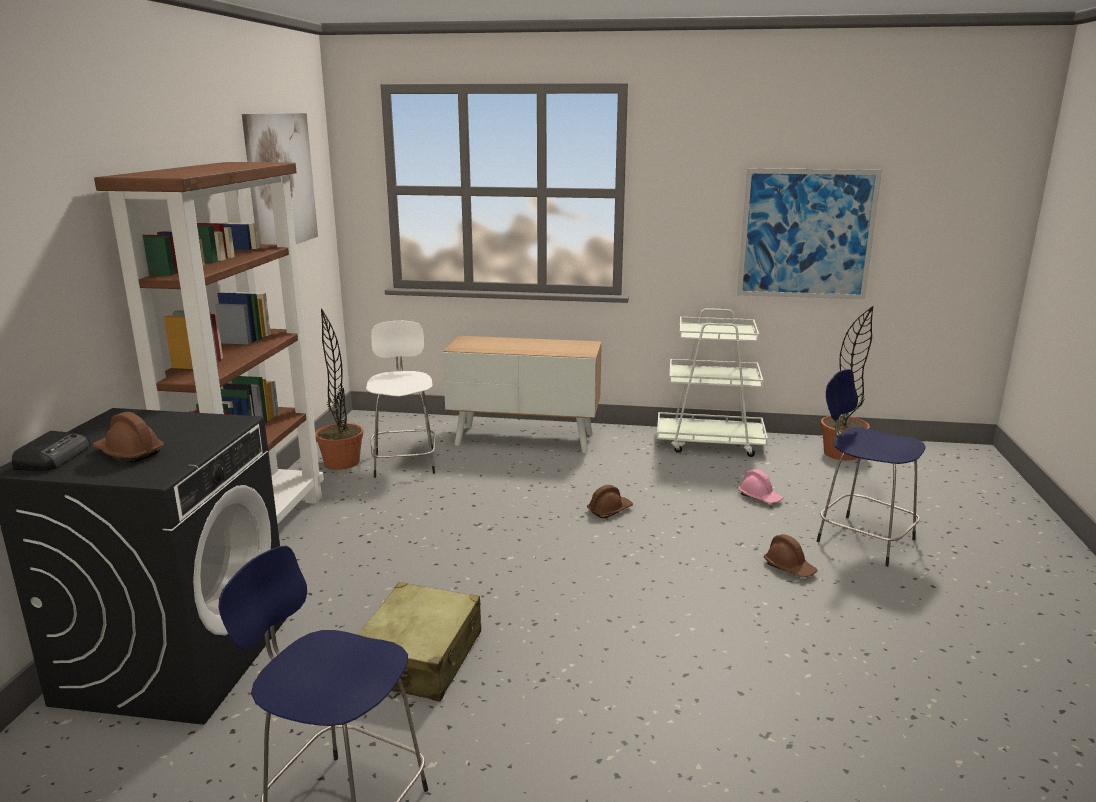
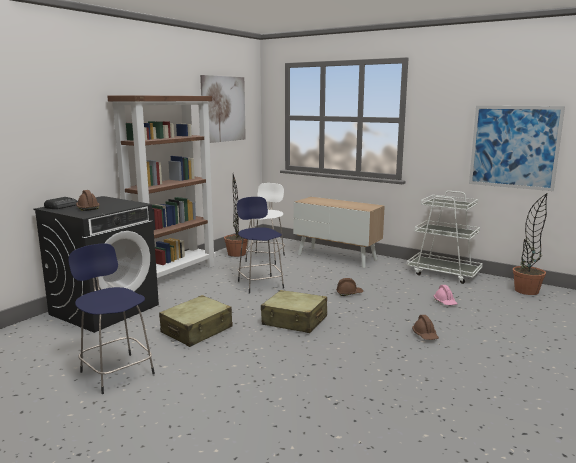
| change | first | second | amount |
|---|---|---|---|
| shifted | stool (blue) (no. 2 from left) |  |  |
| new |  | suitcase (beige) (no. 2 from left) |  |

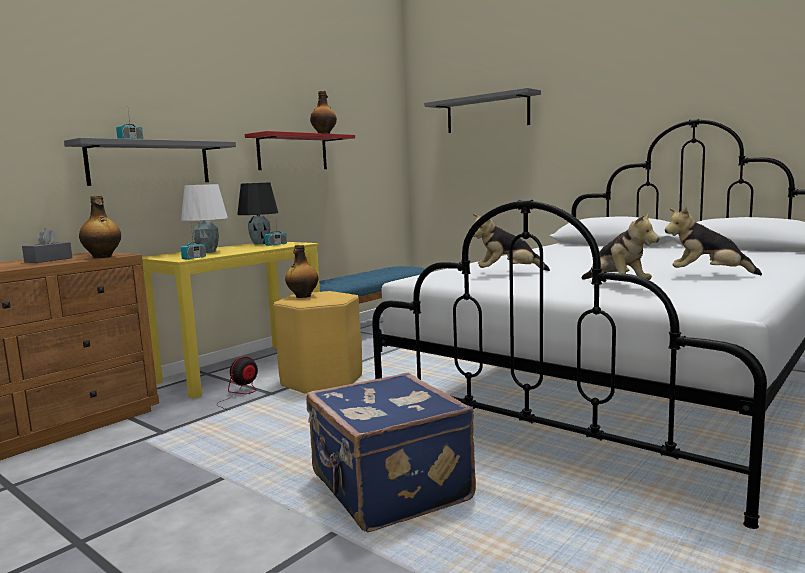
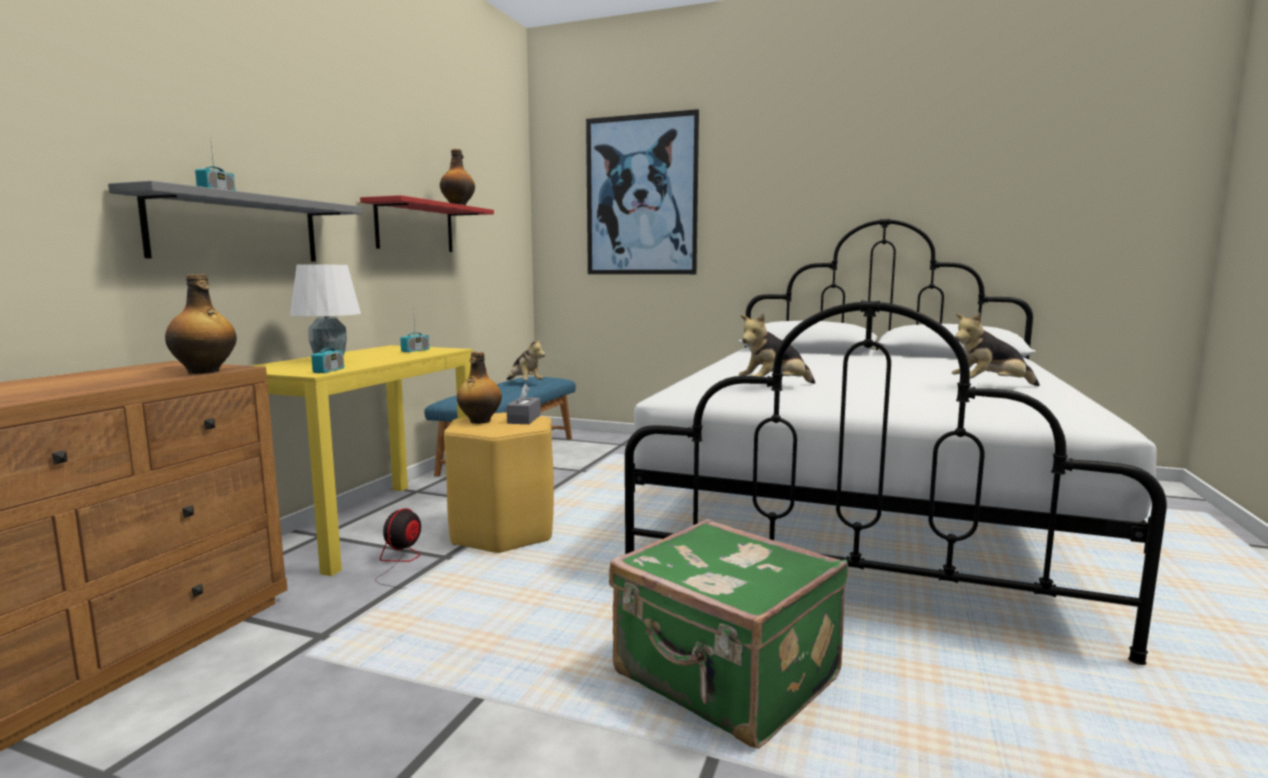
| change | first | second | amount |
|---|---|---|---|
| shifted | tissue box (grey) |  |  |
| gone | table lamp (black) |  |  |
| repainted | suitcase (blue) | suitcase (green) |  |
| swapped | shelf (grey) (no. 2 from left) | picture |  |
| shifted | plush toy (no. 2 from left in the first image) | plush toy (no. 1 from left) |  |

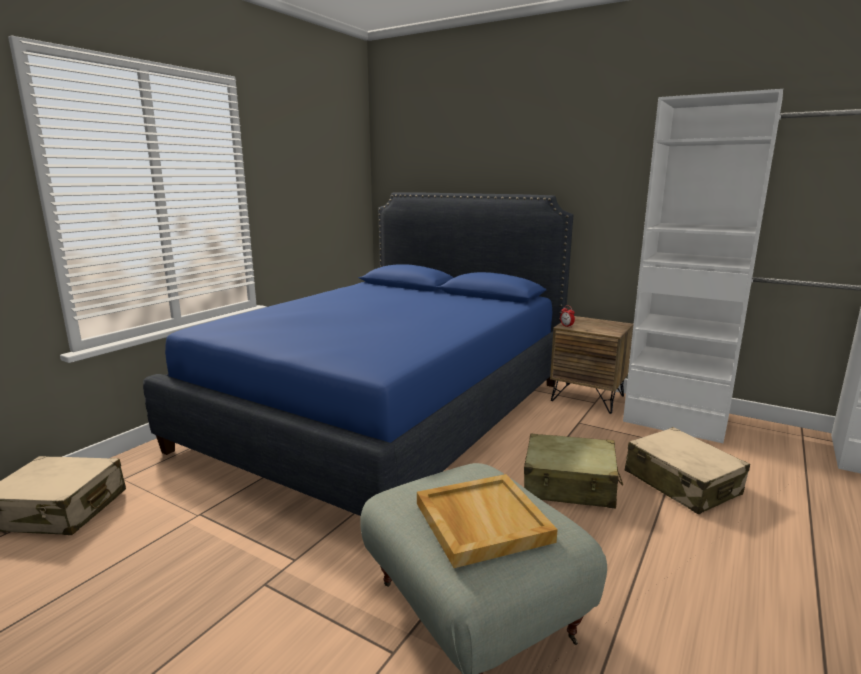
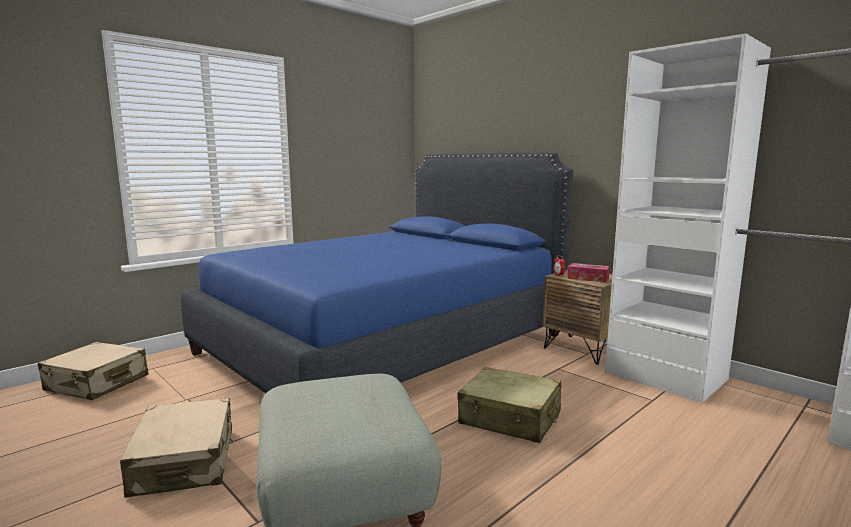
| change | first | second | amount |
|---|---|---|---|
| gone | tray (beige) |  |  |
| shifted | suitcase (beige) (no. 3 from left in the first image) | suitcase (beige) (no. 2 from left) |  |
| new |  | tissue box |  |

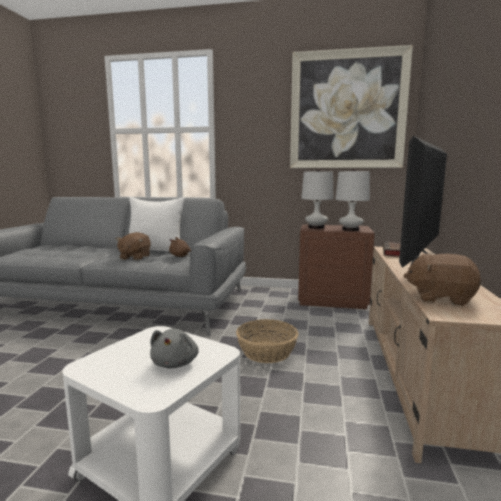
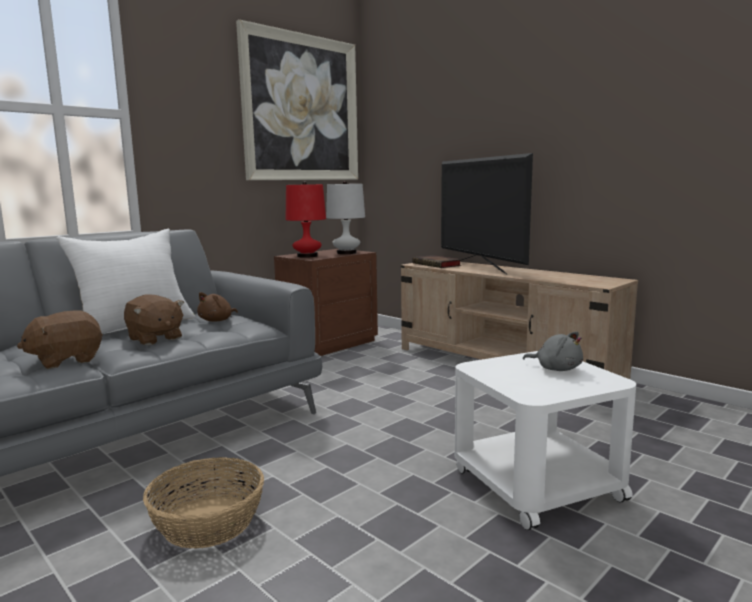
| change | first | second | amount |
|---|---|---|---|
| shifted | basket |  |  |
| repainted | table lamp (white) (no. 1 from left) | table lamp (red) |  |
| shifted | plush toy (brown) (no. 3 from left in the first image) | plush toy (brown) (no. 1 from left) |  |

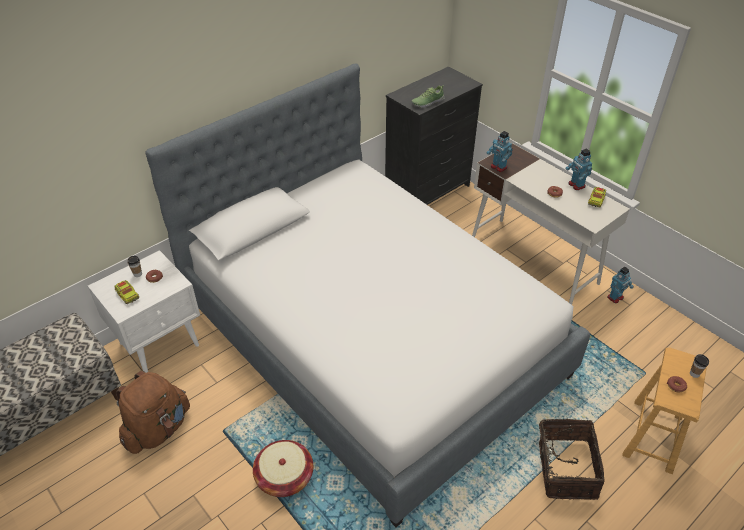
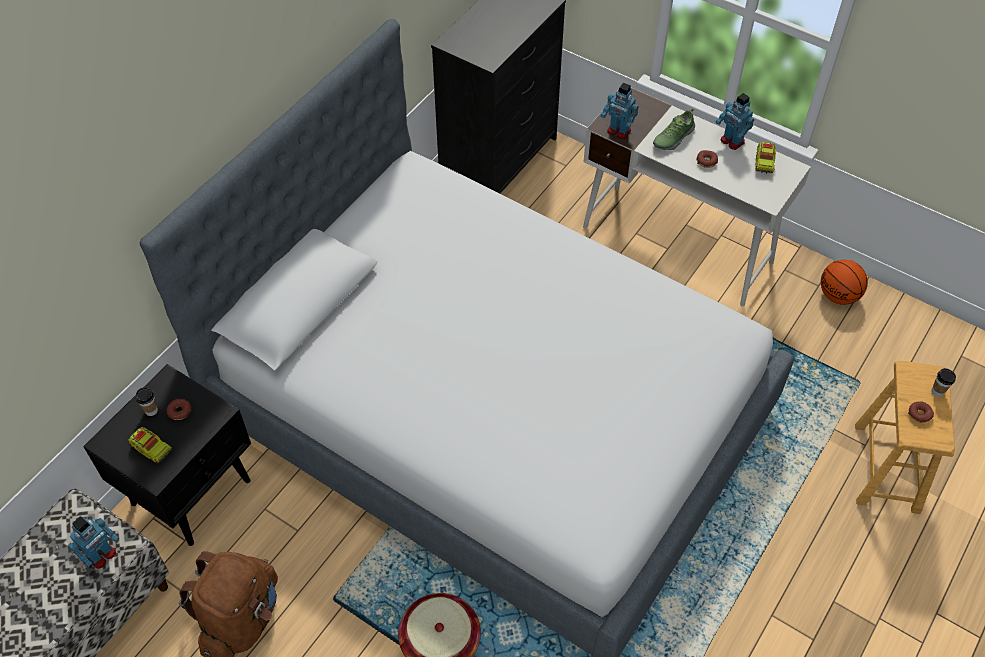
| change | first | second | amount |
|---|---|---|---|
| repainted | nightstand (white) | nightstand (black) |  |
| shifted | shoe |  |  |
| gone | basket (no. 2 from left) |  |  |
| shifted | toy robot (no. 3 from left in the first image) | toy robot (no. 1 from left) |  |
| new |  | basketball |  |

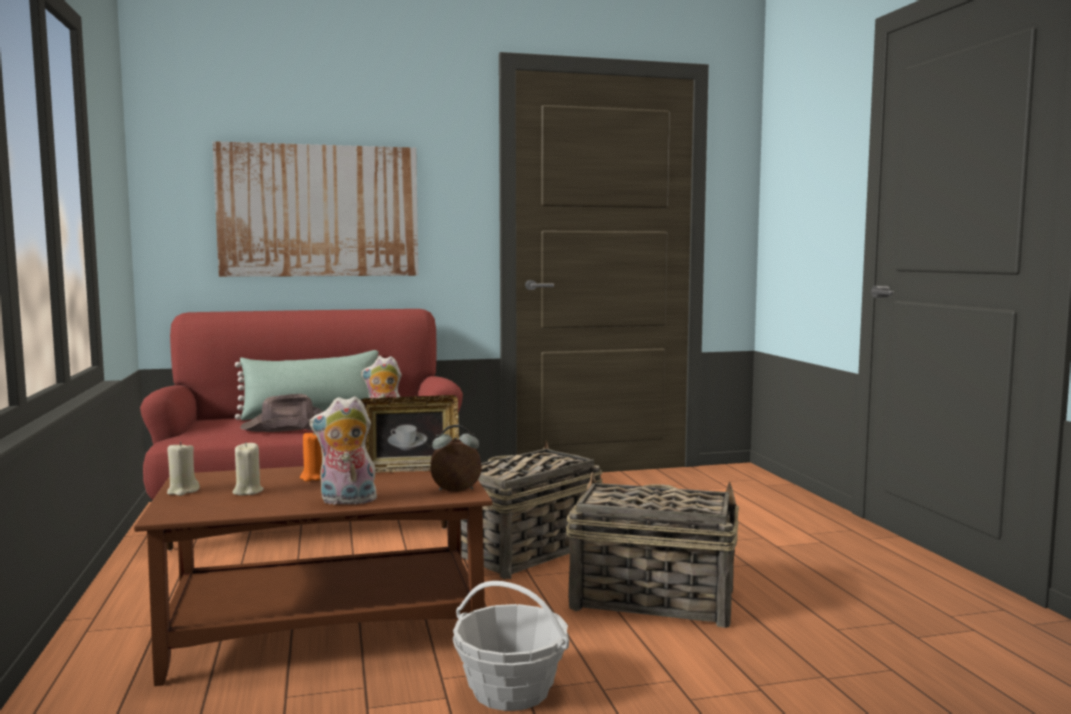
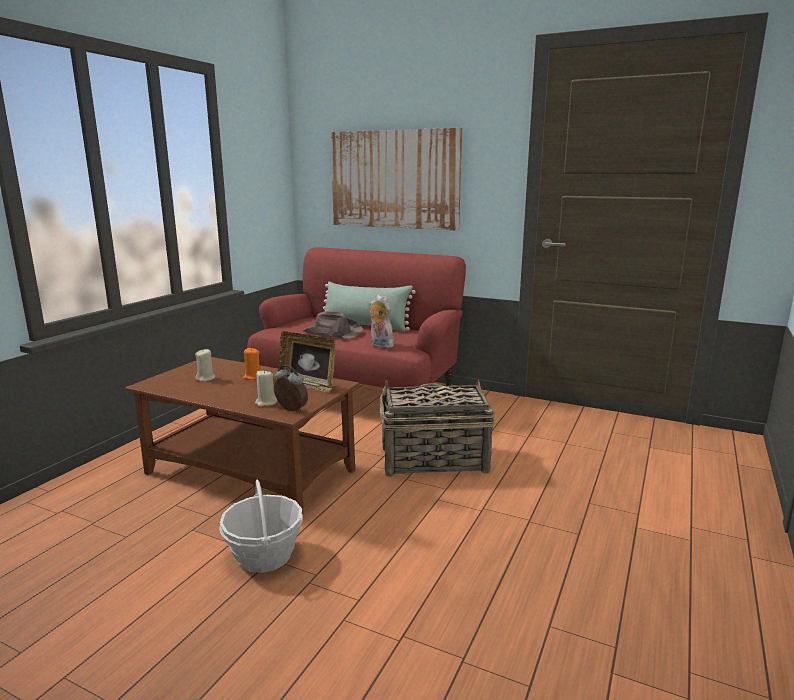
| change | first | second | amount |
|---|---|---|---|
| shifted | candle (beige) (no. 1 from left in the first image) | candle (beige) (no. 2 from left) |  |
| gone | plush toy (no. 1 from left) |  |  |
| gone | basket (no. 3 from left) |  |  |

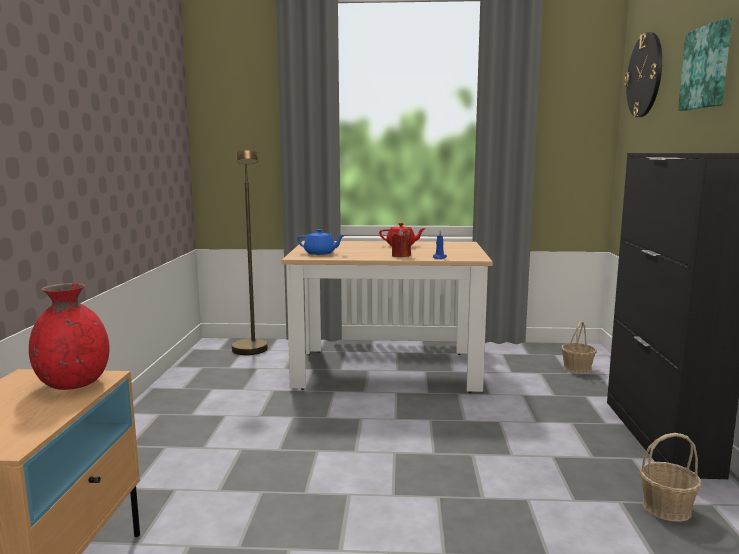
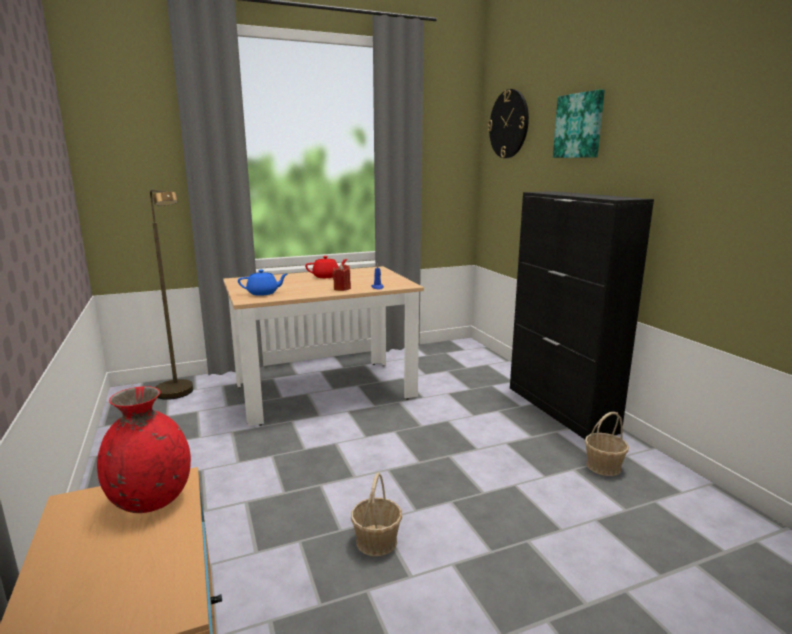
| change | first | second | amount |
|---|---|---|---|
| shifted | basket (no. 1 from left) |  |  |

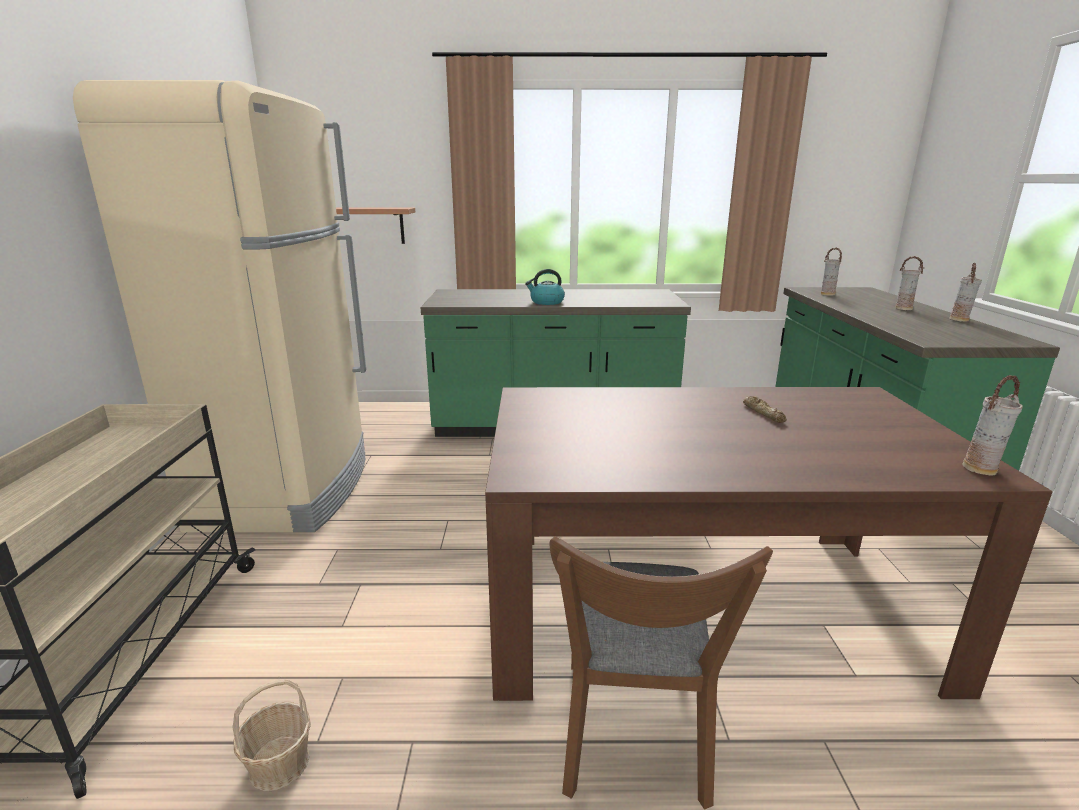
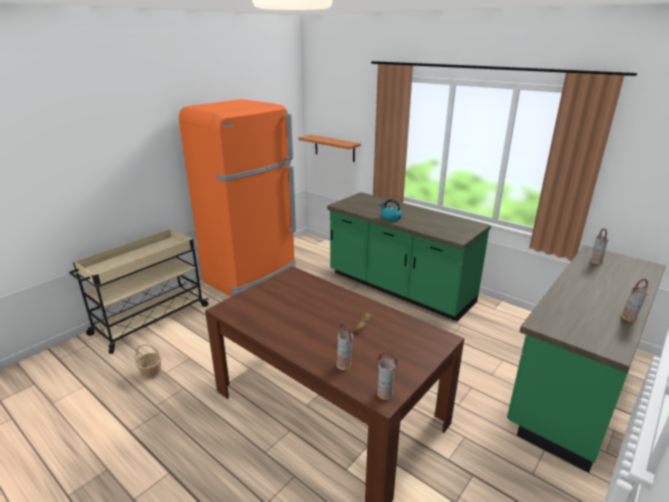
| change | first | second | amount |
|---|---|---|---|
| repainted | fridge (beige) | fridge (orange) |  |
| gone | chair (brown) |  |  |
| shifted | vase (no. 2 from left in the first image) | vase (no. 1 from left) |  |

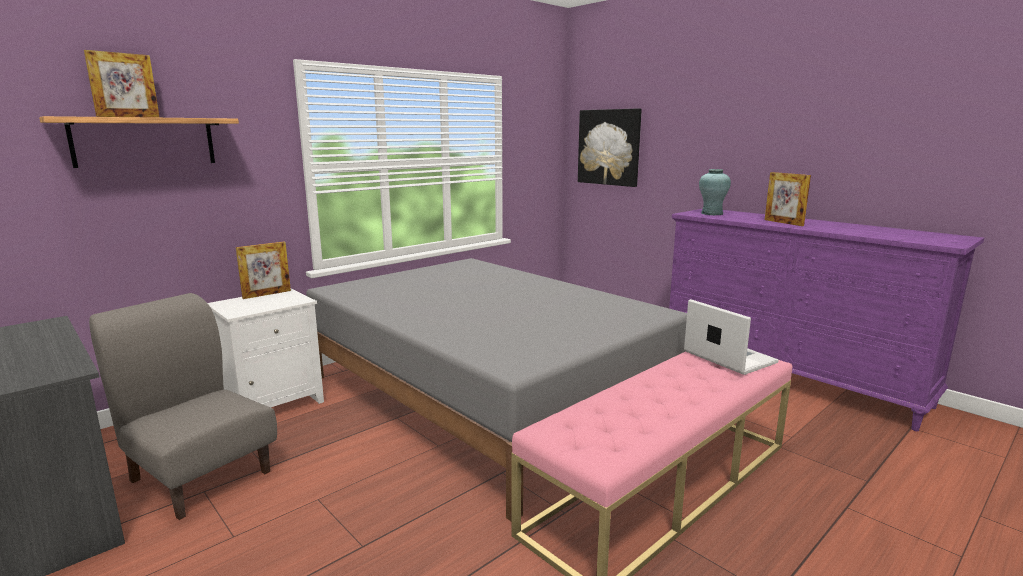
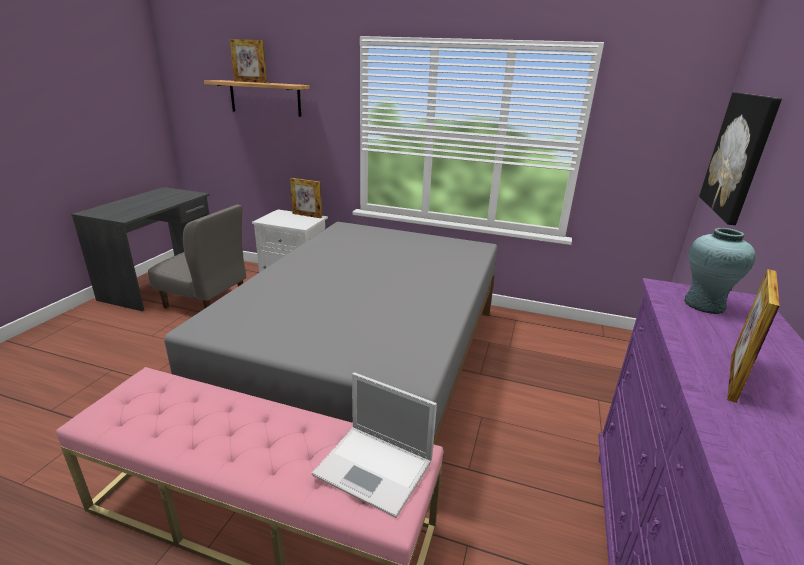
| change | first | second | amount |
|---|---|---|---|
| rotated | chair (grey) |  | 105 degrees clockwise |
| rotated | laptop |  | 90 degrees clockwise |

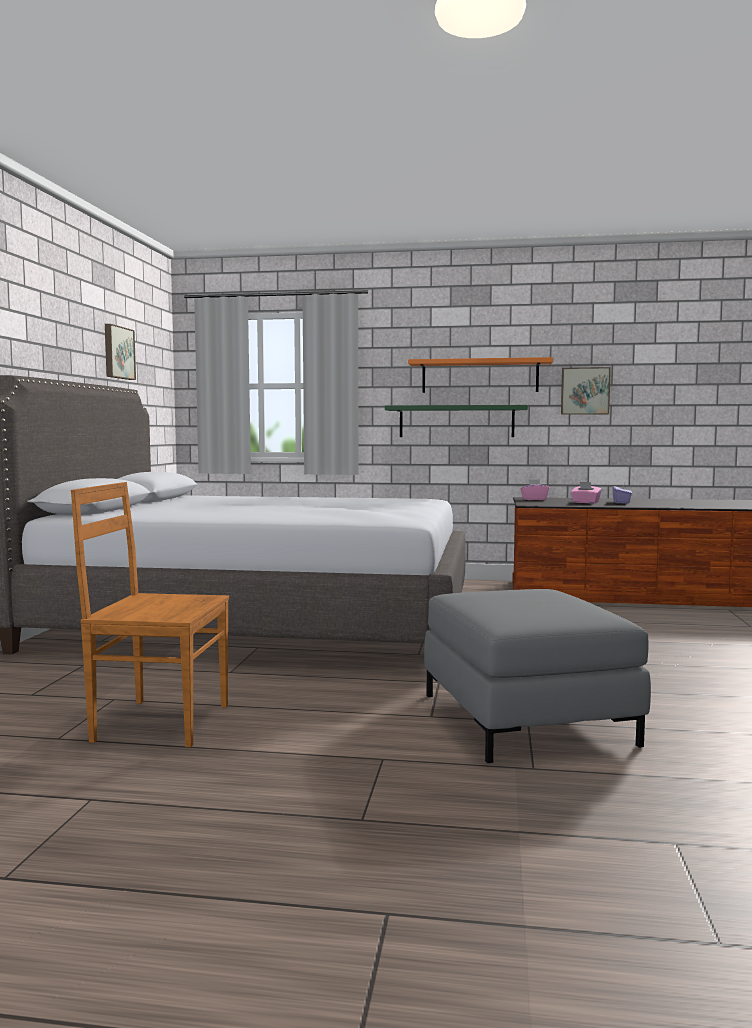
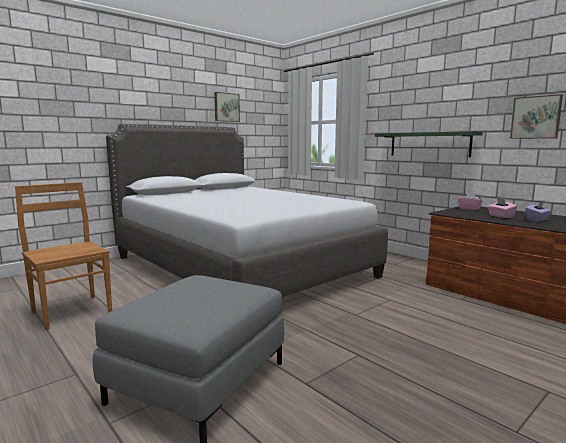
| change | first | second | amount |
|---|---|---|---|
| gone | shelf (orange) |  |  |

